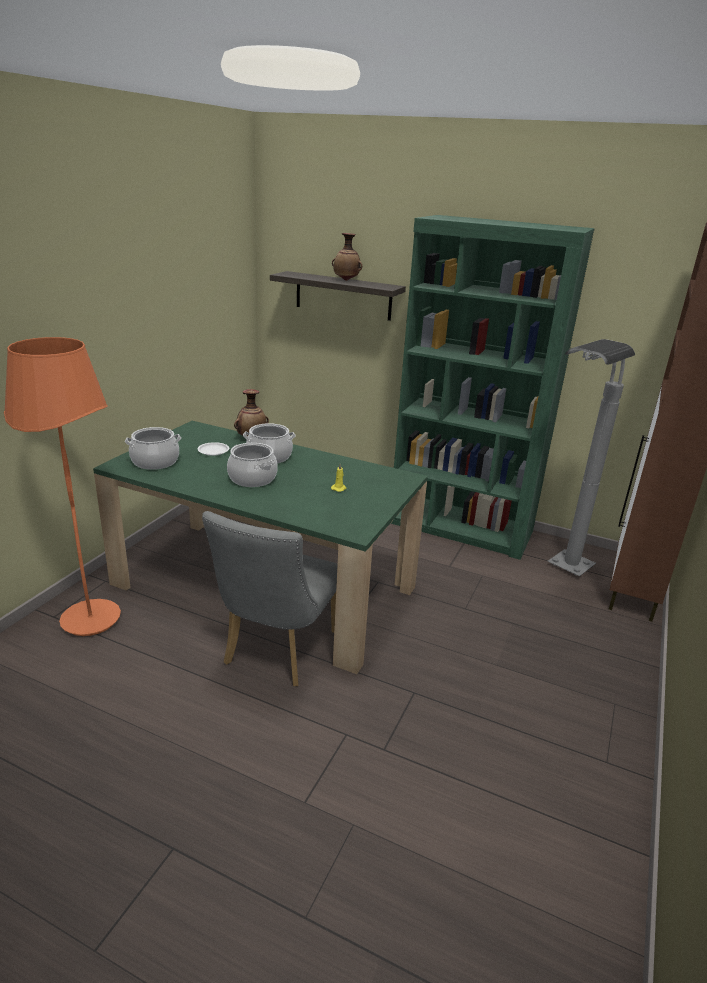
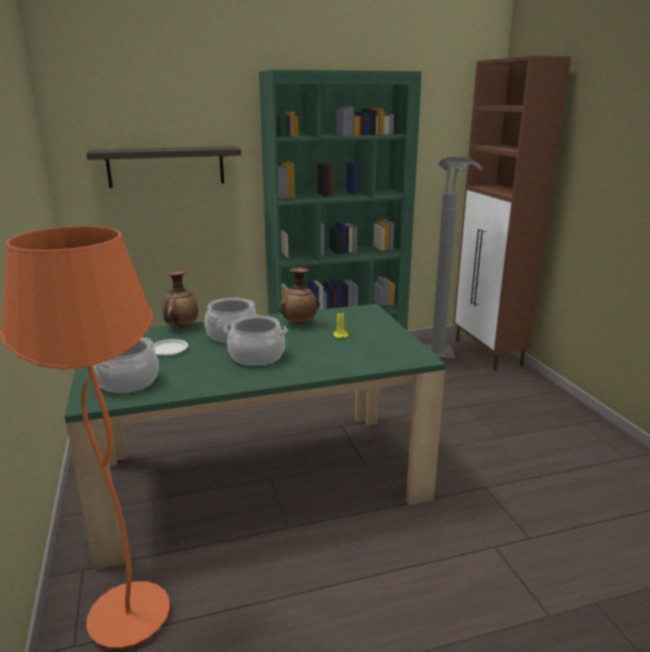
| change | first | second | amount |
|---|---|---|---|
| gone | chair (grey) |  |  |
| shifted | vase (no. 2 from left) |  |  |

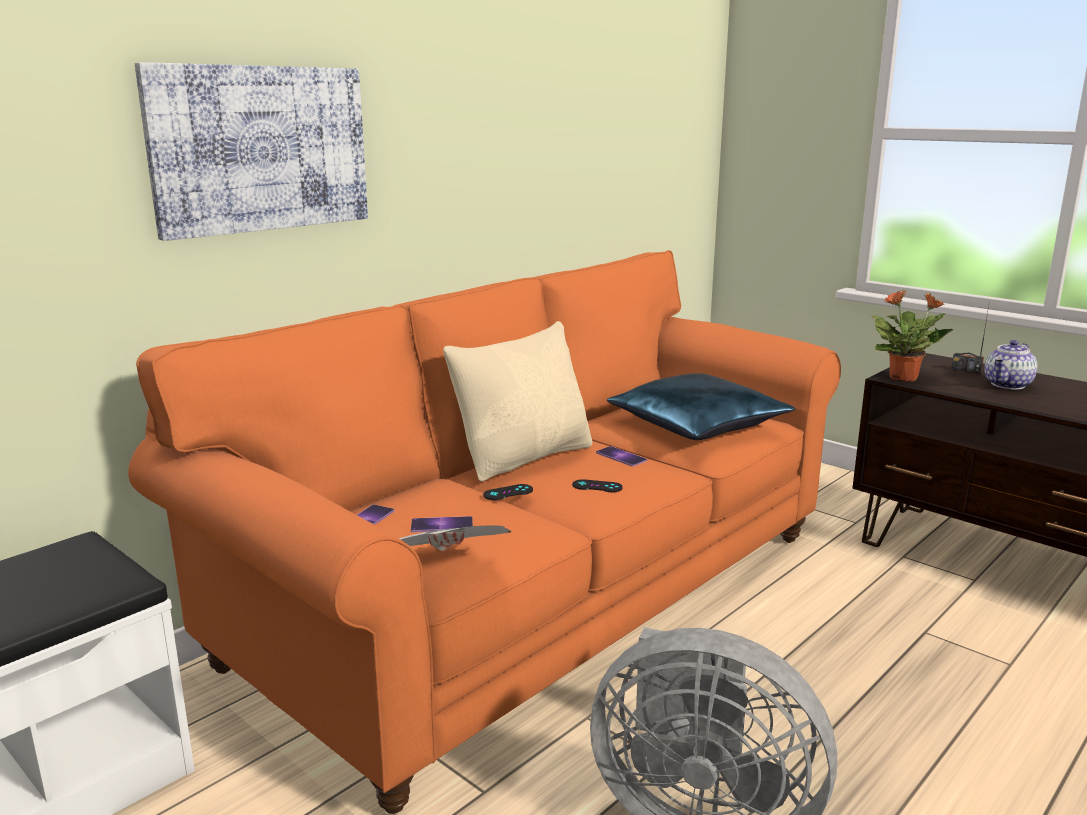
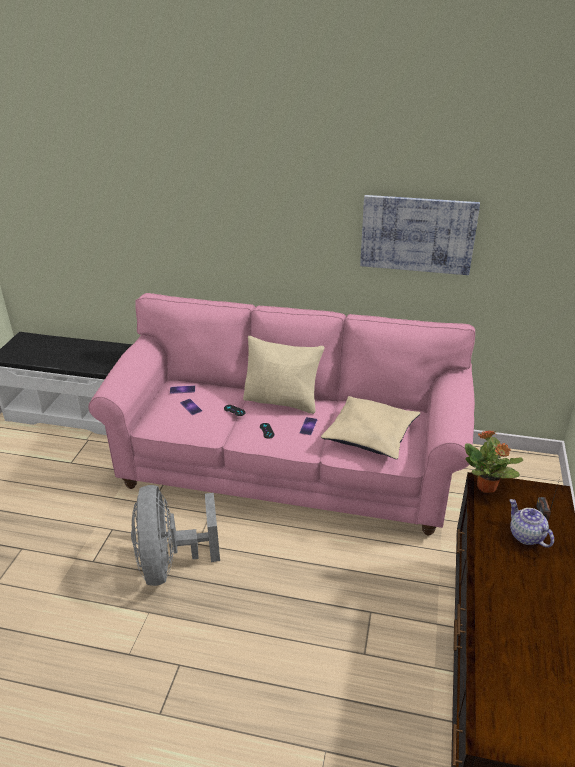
| change | first | second | amount |
|---|---|---|---|
| repainted | sofa (orange) | sofa (pink) |  |
| shifted | picture |  |  |
| gone | newspaper |  |  |
| repainted | pillow (blue) | pillow (beige) (no. 2 from left) |  |
| rotated | teapot |  | 45 degrees clockwise |

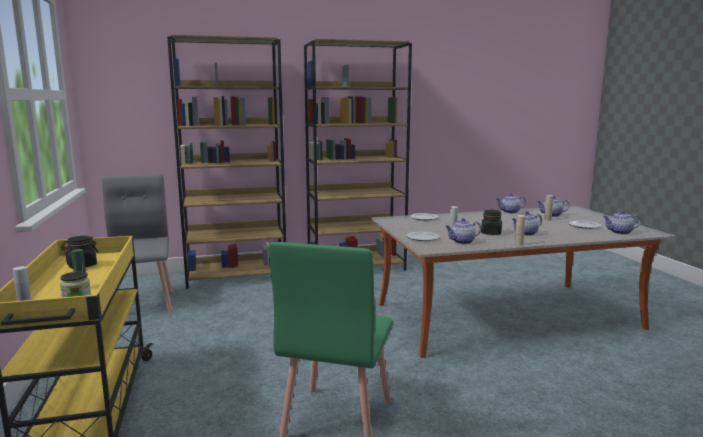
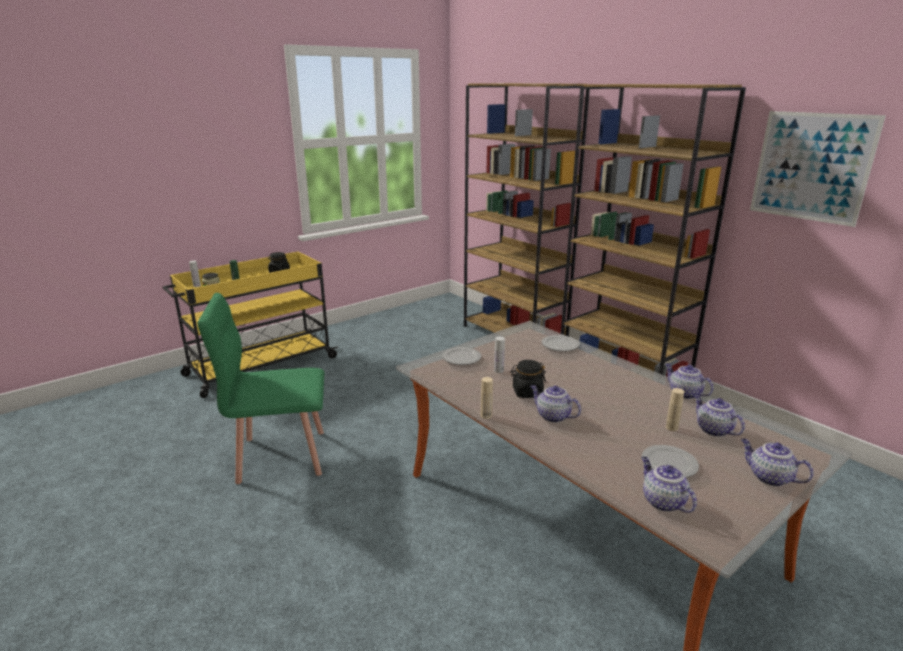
| change | first | second | amount |
|---|---|---|---|
| gone | chair (grey) |  |  |
| shifted | teapot (no. 1 from left in the first image) | teapot (no. 5 from left) |  |
| new |  | picture |  |

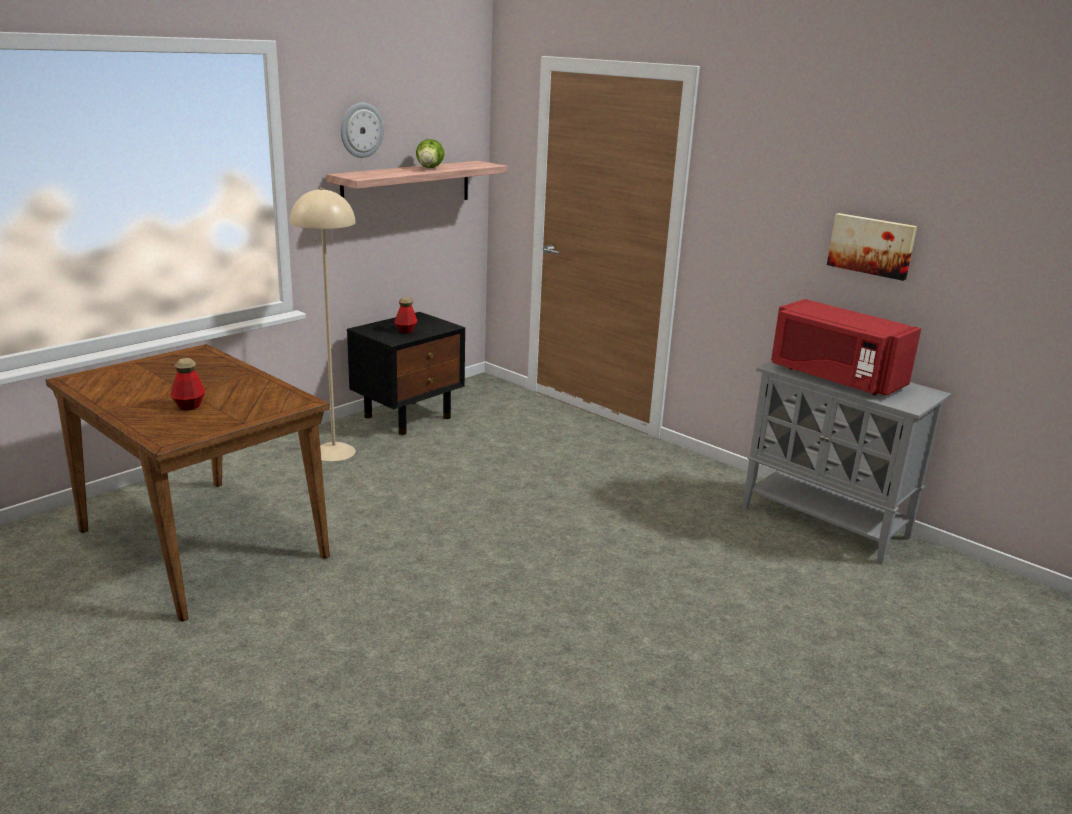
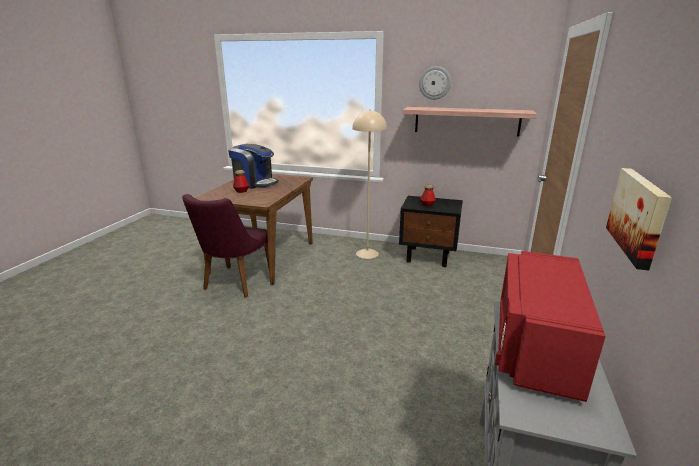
| change | first | second | amount |
|---|---|---|---|
| gone | lettuce |  |  |
| new |  | chair (purple) |  |
| new |  | coffee machine |  |

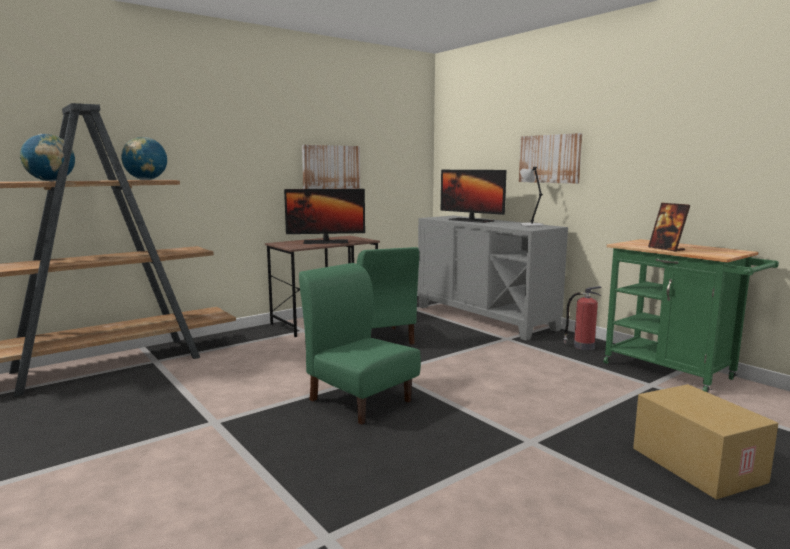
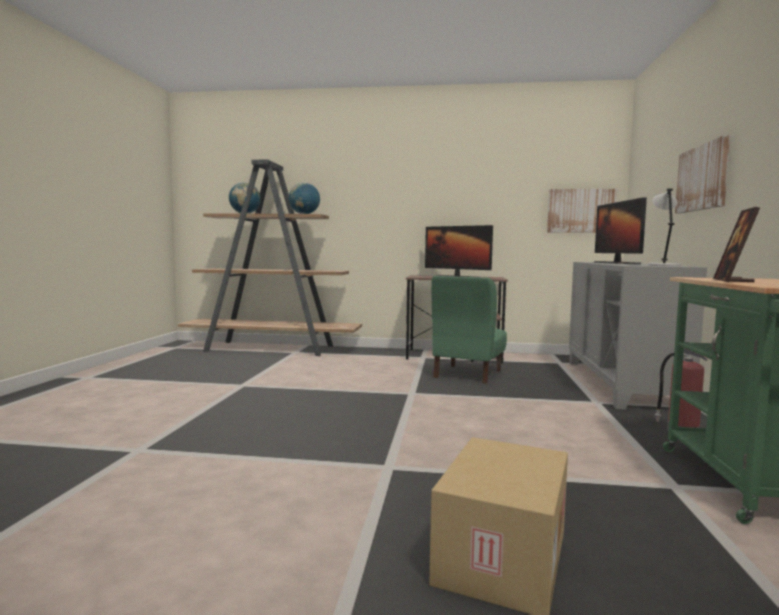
| change | first | second | amount |
|---|---|---|---|
| gone | chair (green) (no. 1 from left) |  |  |
| shifted | picture (no. 1 from left) |  |  |

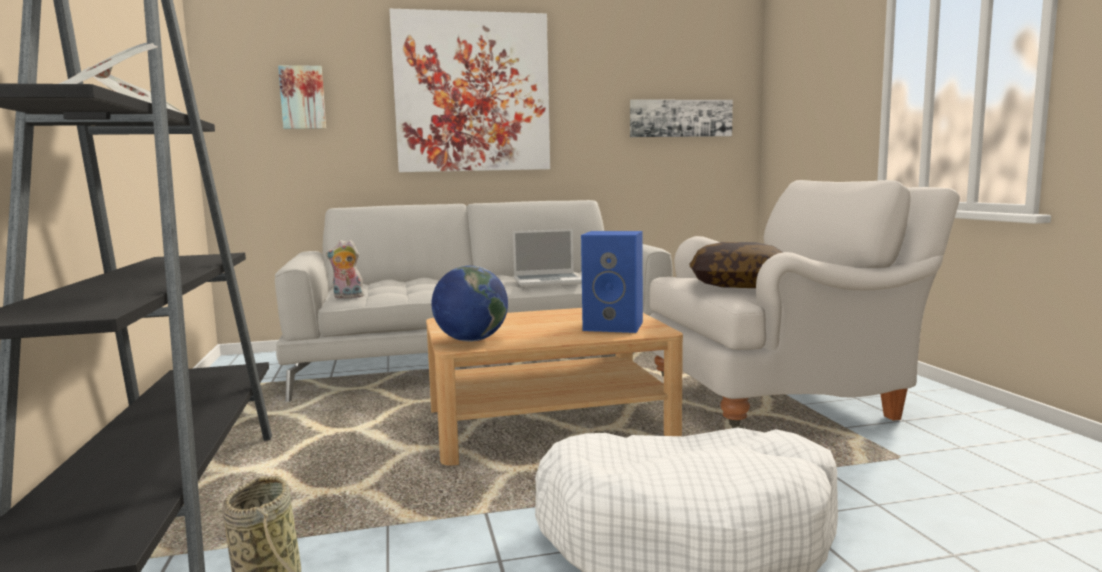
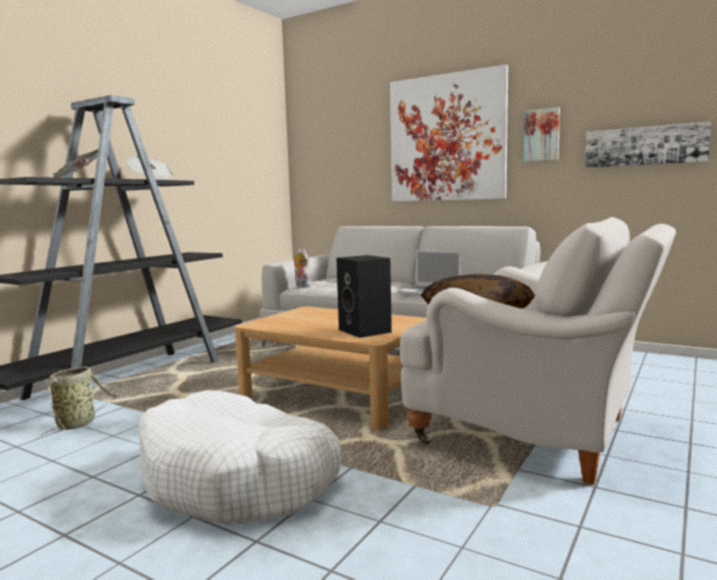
| change | first | second | amount |
|---|---|---|---|
| shifted | picture (no. 1 from left in the first image) | picture (no. 2 from left) |  |
| gone | globe |  |  |
| repainted | speaker (blue) | speaker (black) |  |

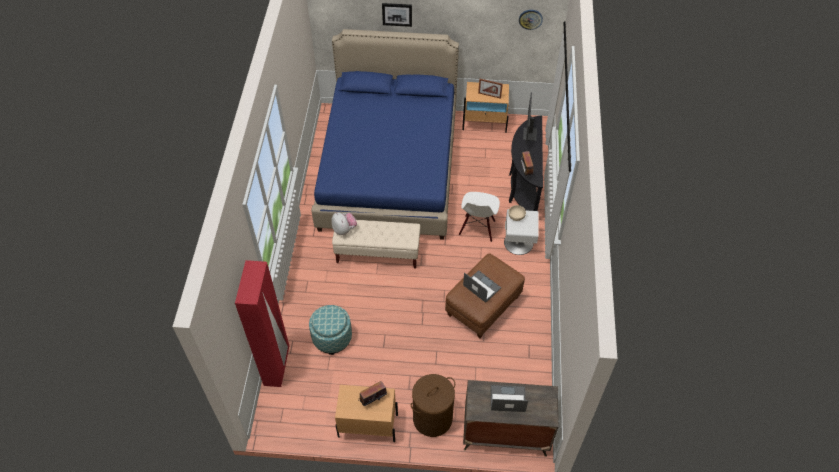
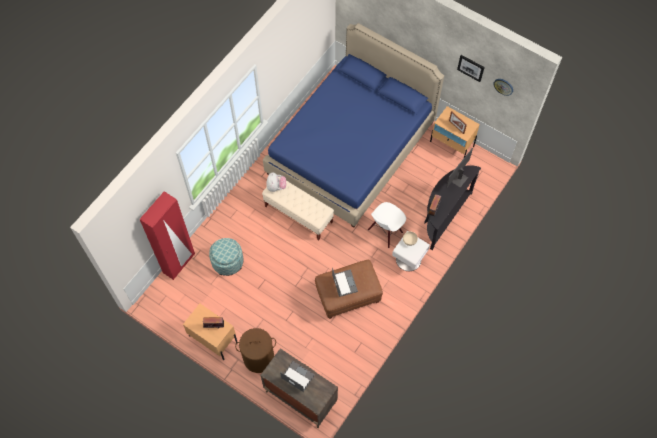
| change | first | second | amount |
|---|---|---|---|
| shifted | picture |  |  |

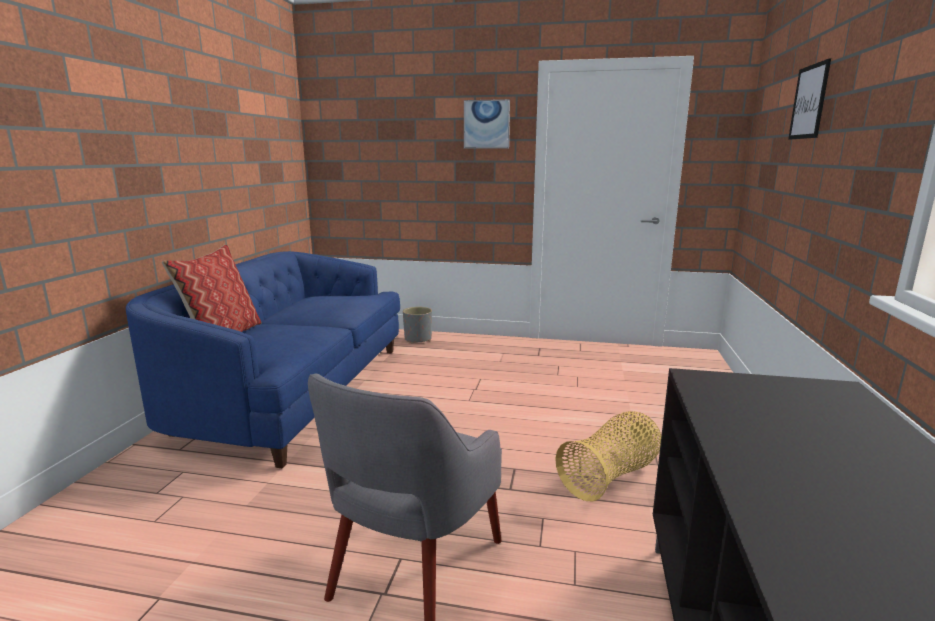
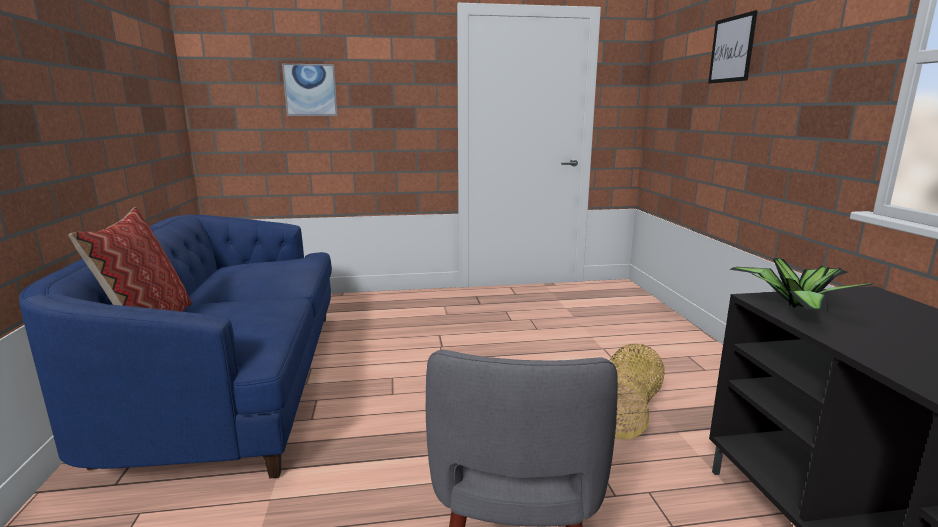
| change | first | second | amount |
|---|---|---|---|
| gone | planter (grey) |  |  |
| shifted | picture (no. 1 from left) |  |  |
| new |  | potted plant |  |

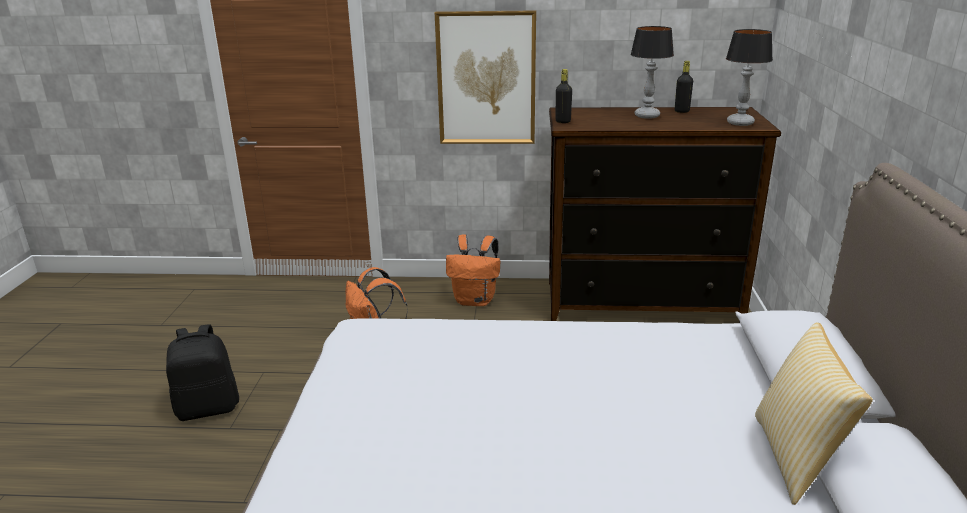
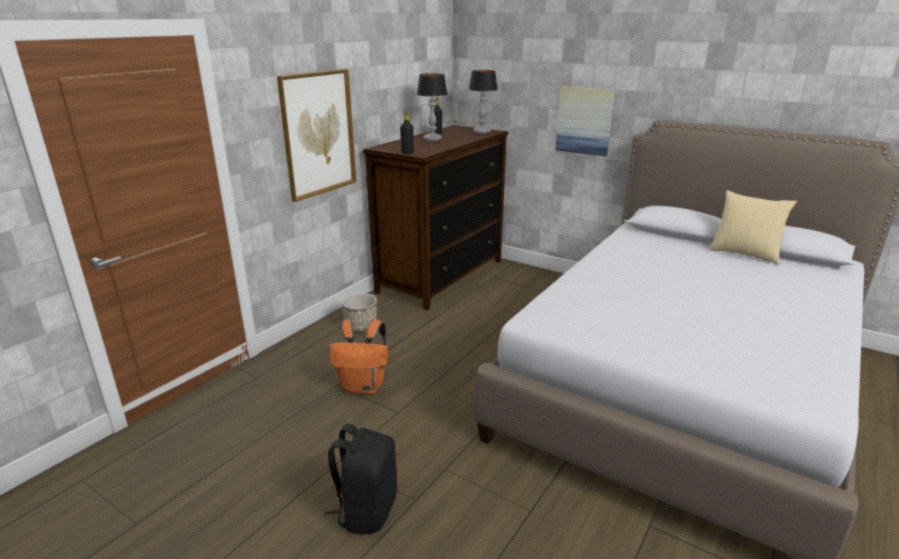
| change | first | second | amount |
|---|---|---|---|
| swapped | backpack (orange) (no. 2 from left) | planter |  |
| new |  | picture (no. 2 from left) |  |

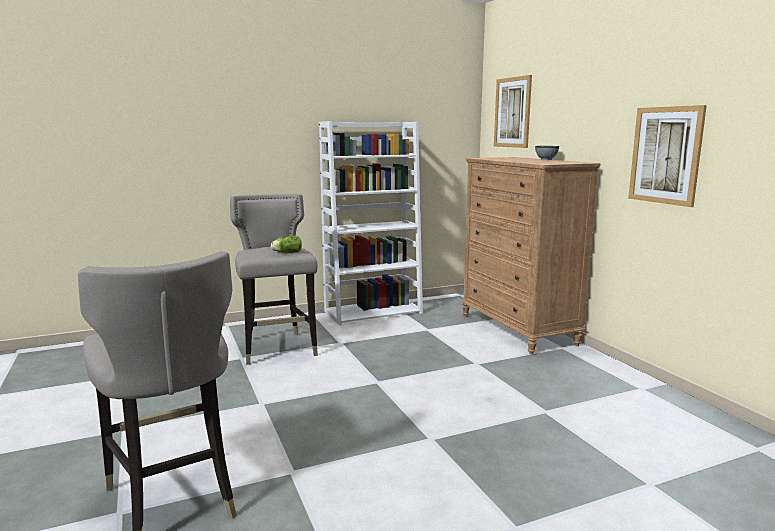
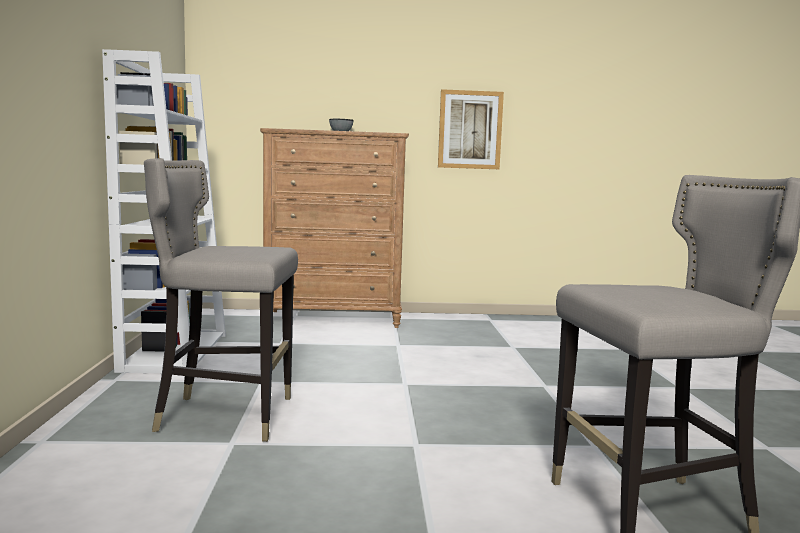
| change | first | second | amount |
|---|---|---|---|
| gone | lettuce |  |  |
| gone | picture (no. 1 from left) |  |  |

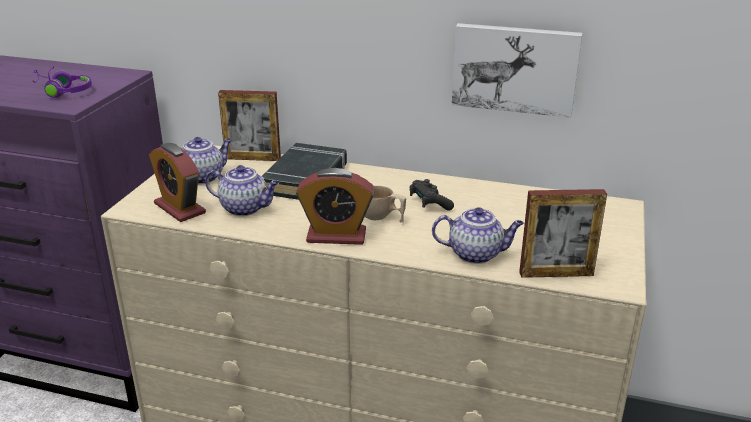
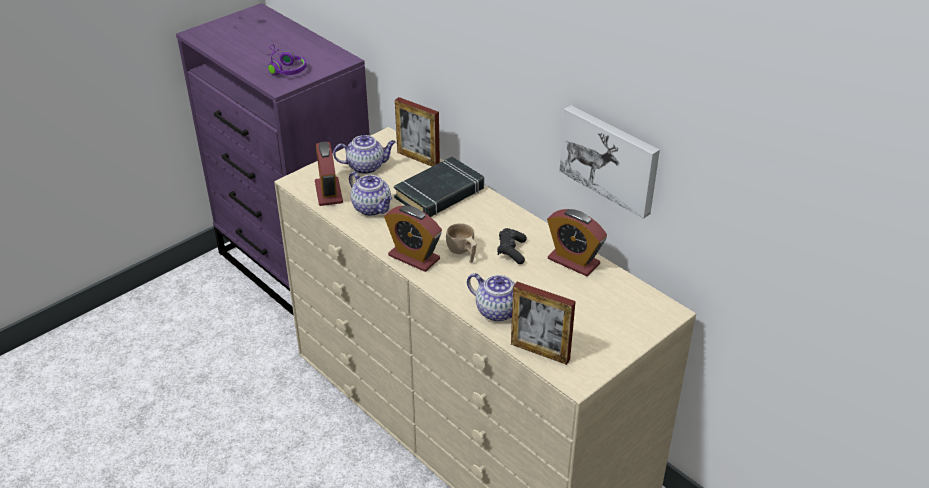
| change | first | second | amount |
|---|---|---|---|
| new |  | alarm clock (no. 3 from left) |  |

